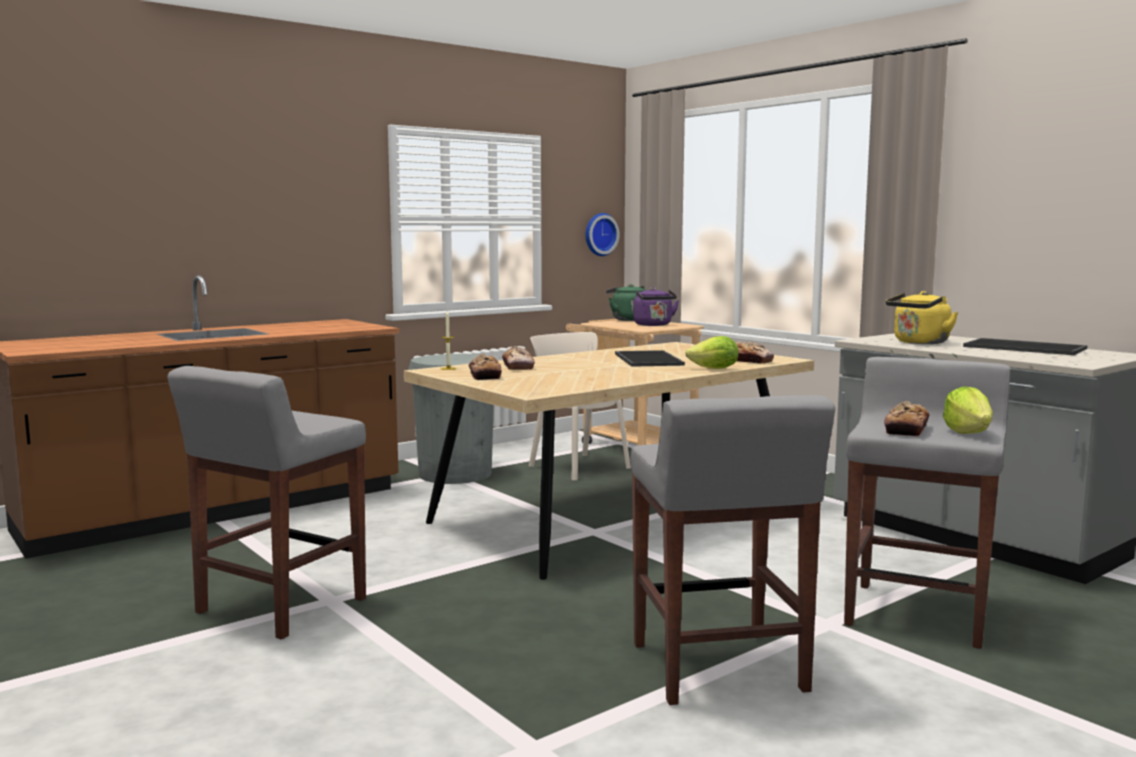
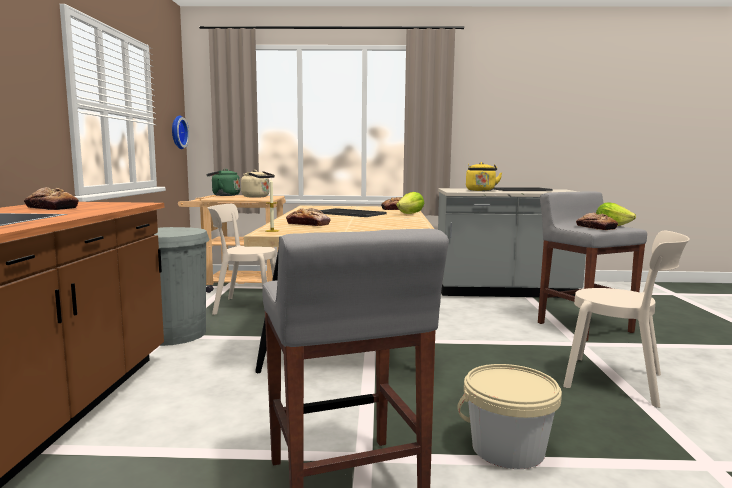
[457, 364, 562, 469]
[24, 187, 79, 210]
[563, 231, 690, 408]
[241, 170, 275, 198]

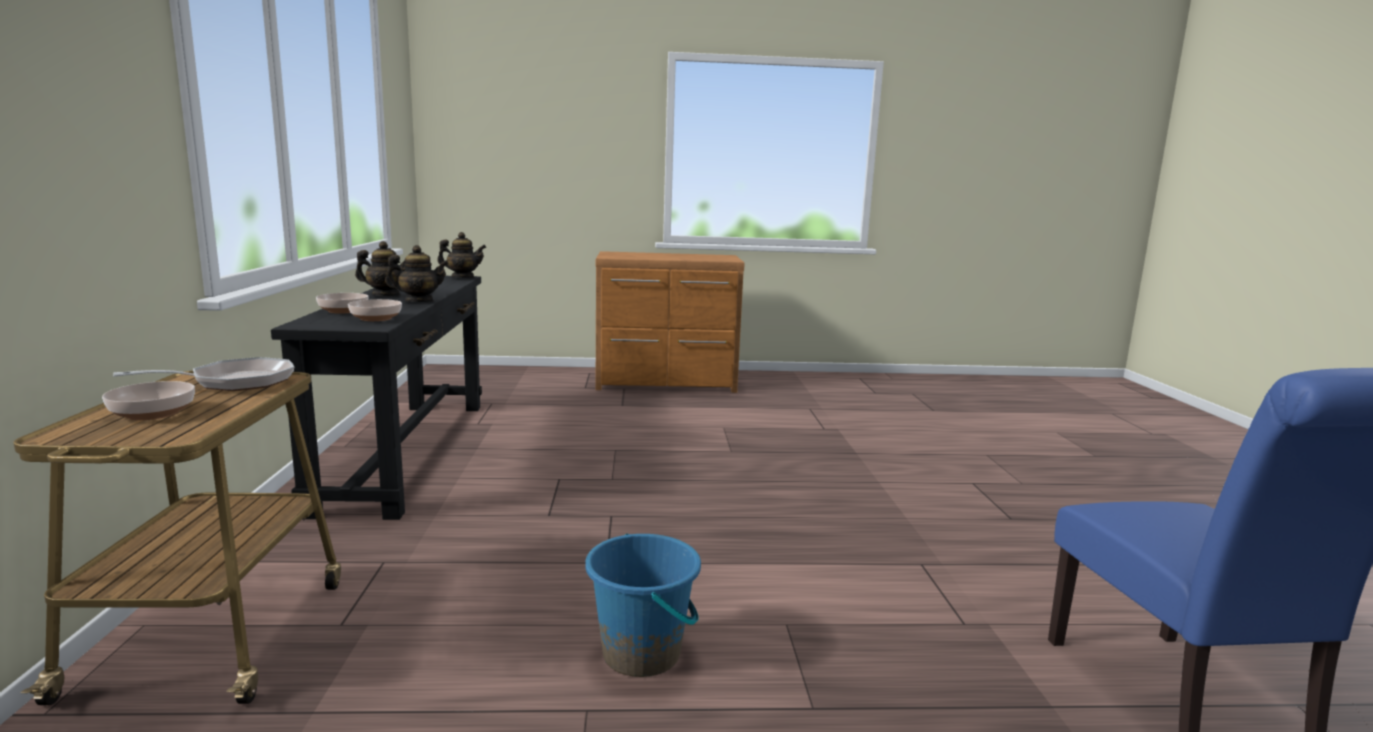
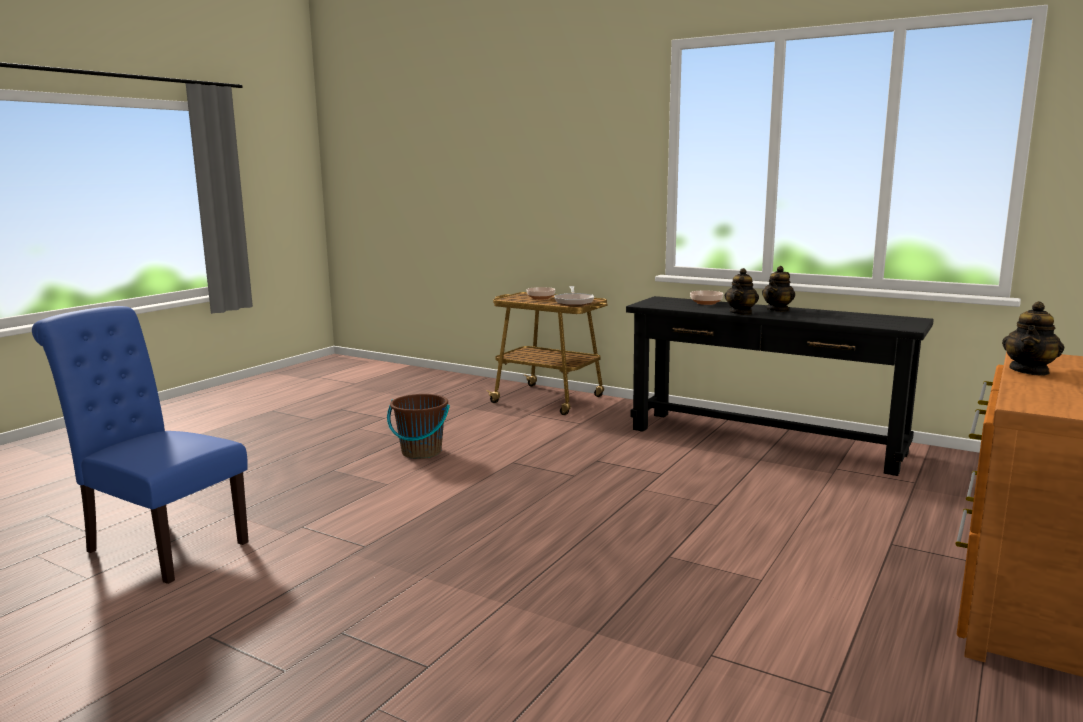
[348, 299, 402, 321] (first image)
[1002, 301, 1065, 376]
[387, 394, 450, 459]

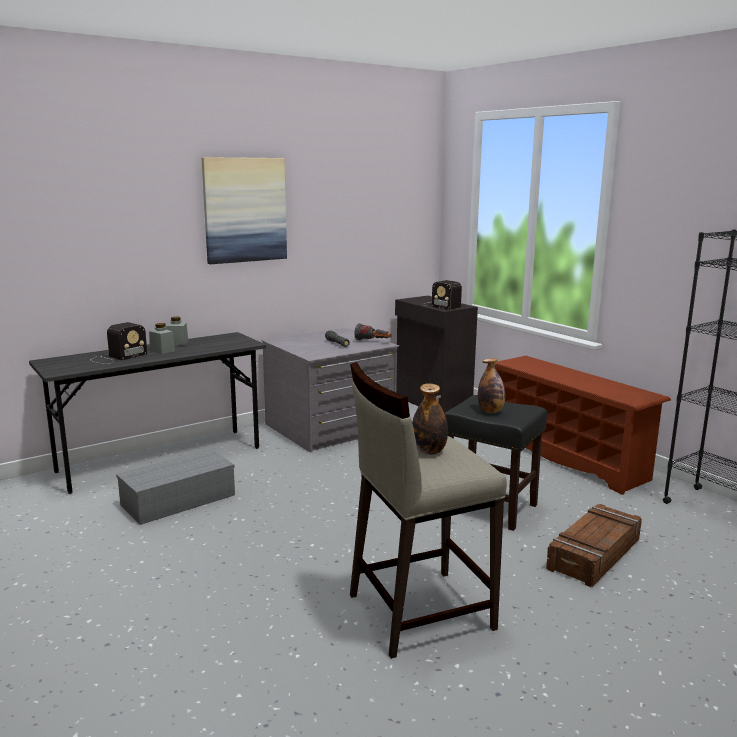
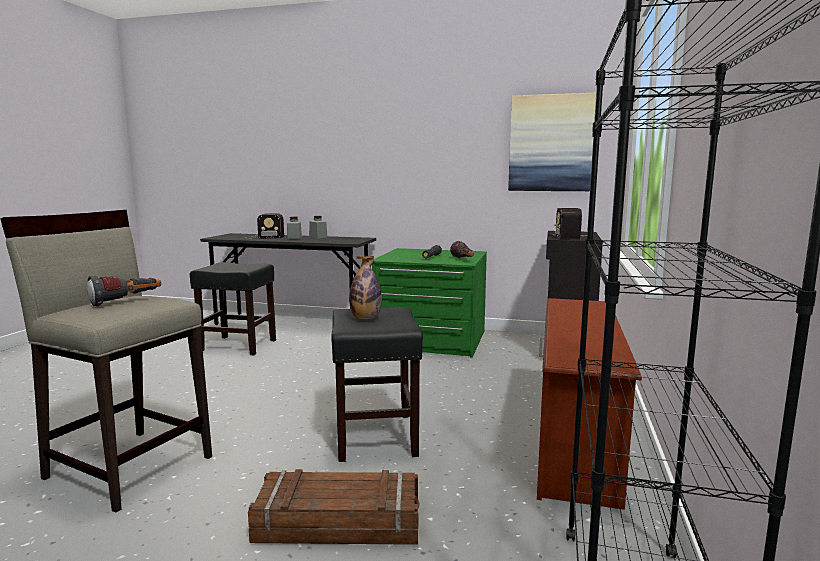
[508, 93, 596, 191]
[190, 262, 276, 355]
[87, 275, 161, 306]
[372, 248, 487, 357]

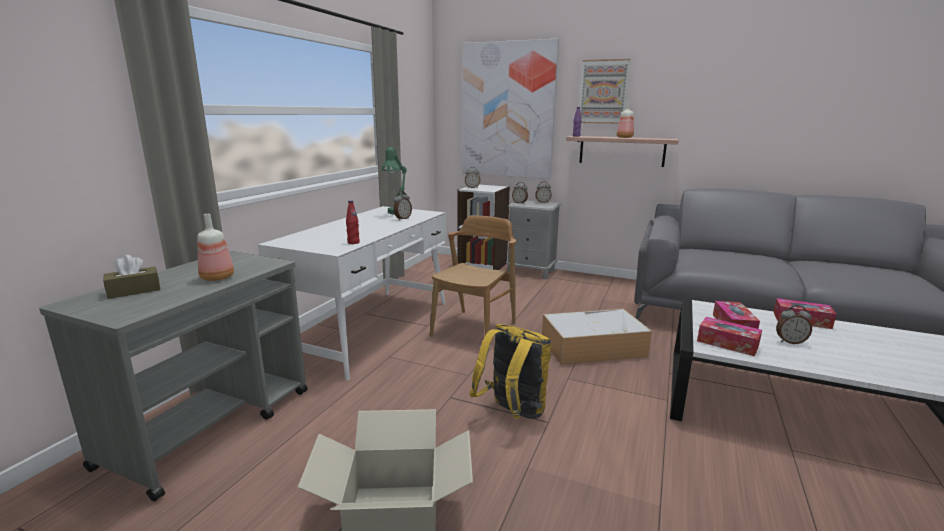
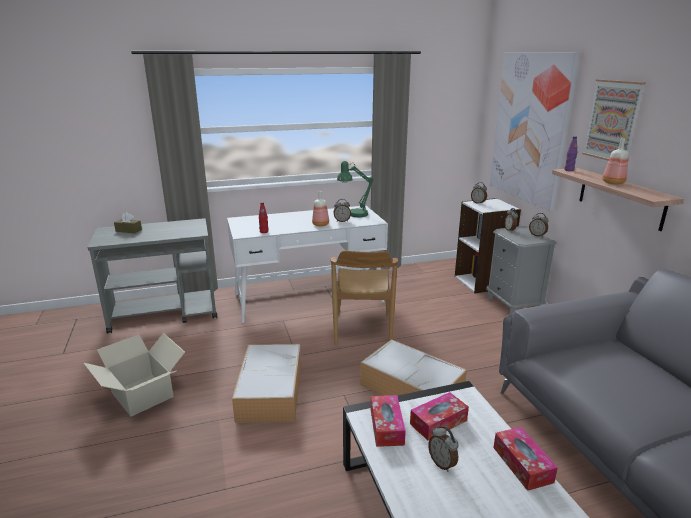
[312, 191, 329, 227]
[232, 344, 301, 423]
[331, 251, 398, 345]

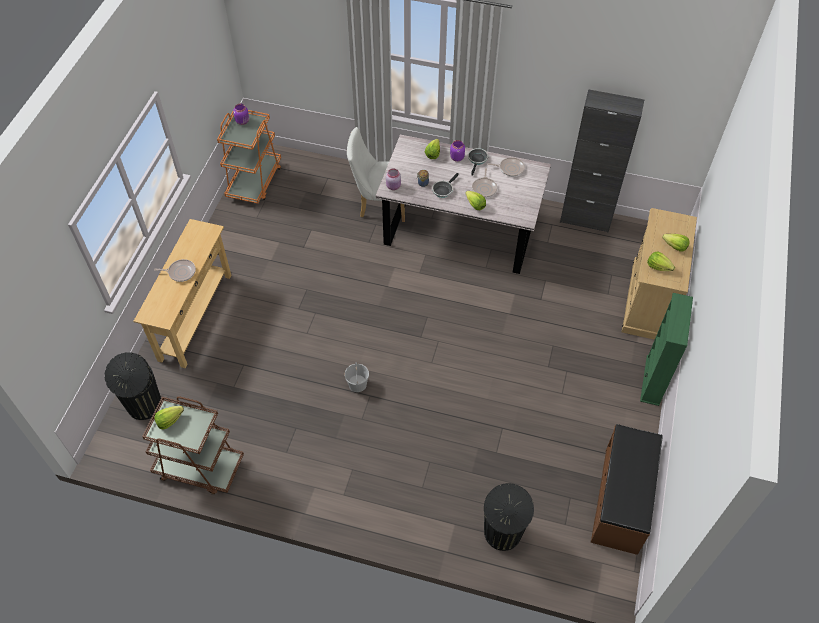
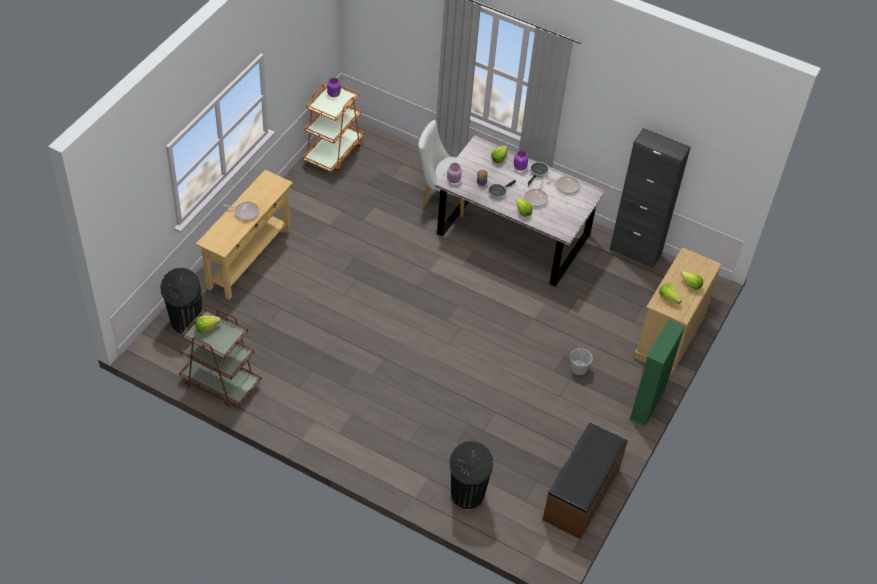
[570, 347, 593, 375]

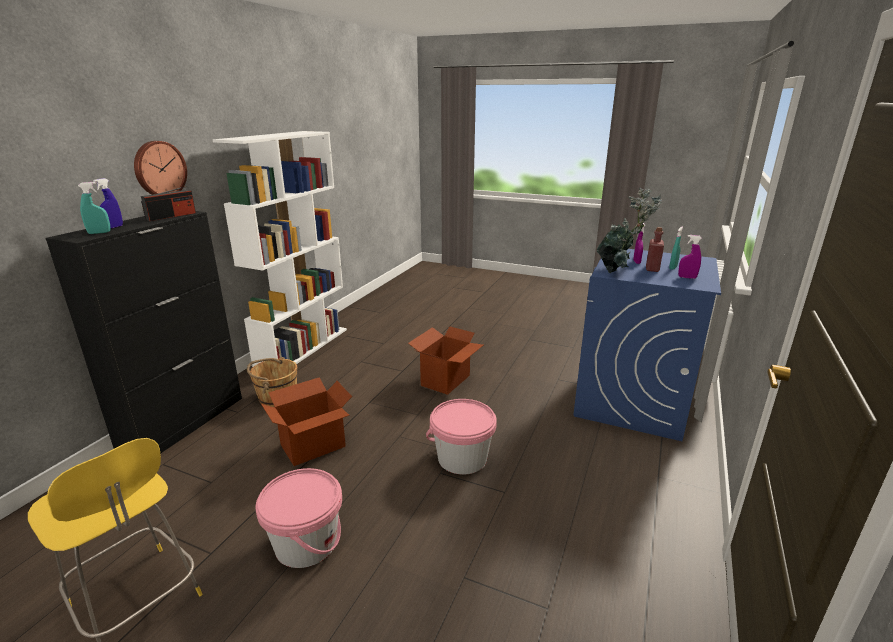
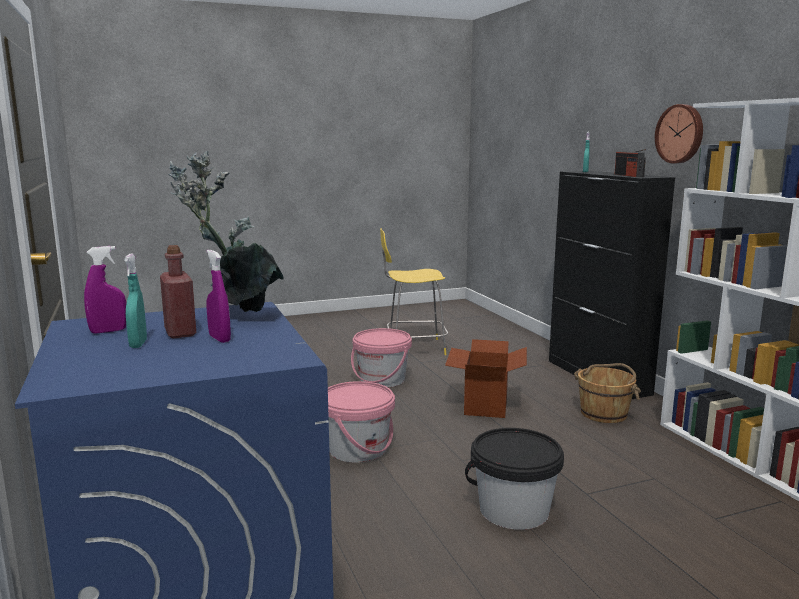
[93, 178, 123, 228] (first image)
[465, 428, 564, 530]

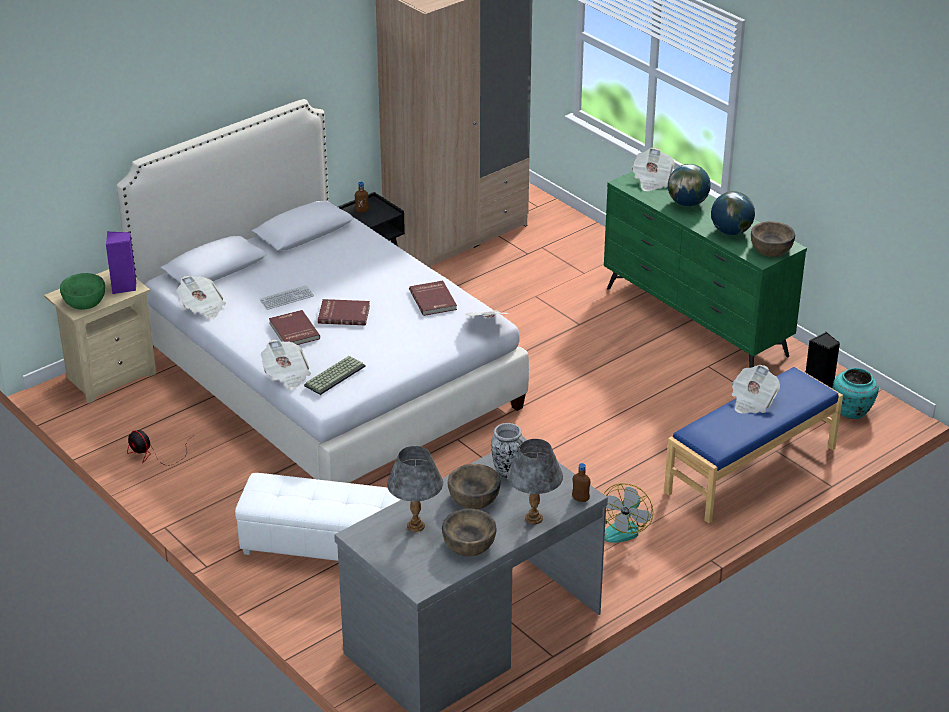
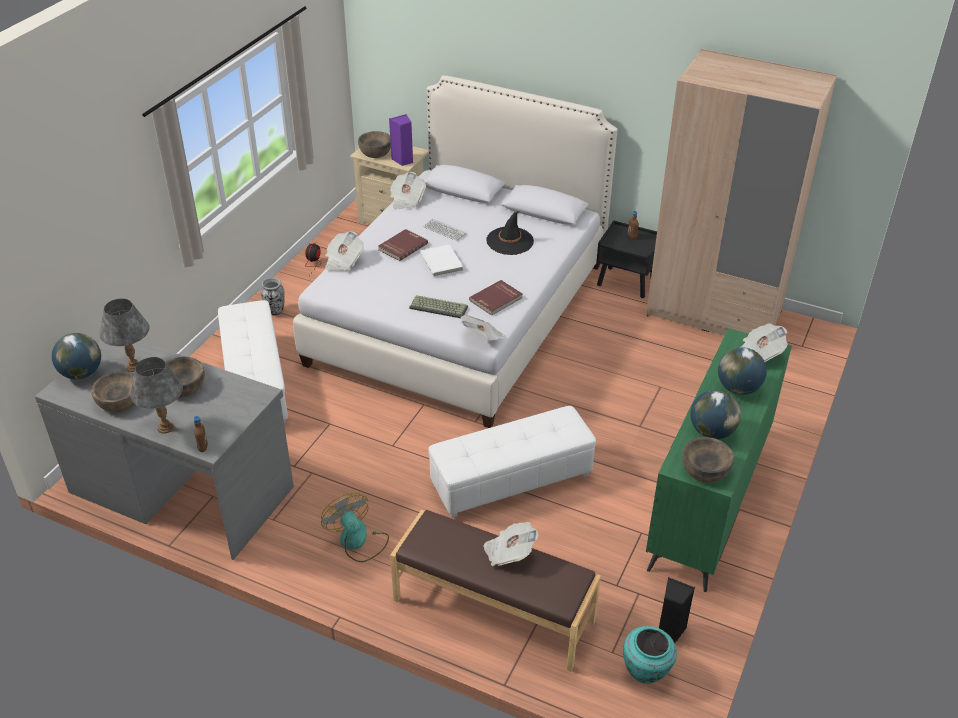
[52, 333, 101, 379]
[428, 406, 596, 518]
[486, 211, 534, 255]
[409, 295, 468, 318]
[261, 278, 285, 316]
[358, 131, 391, 158]
[420, 245, 463, 277]
[390, 510, 601, 672]
[321, 493, 389, 562]

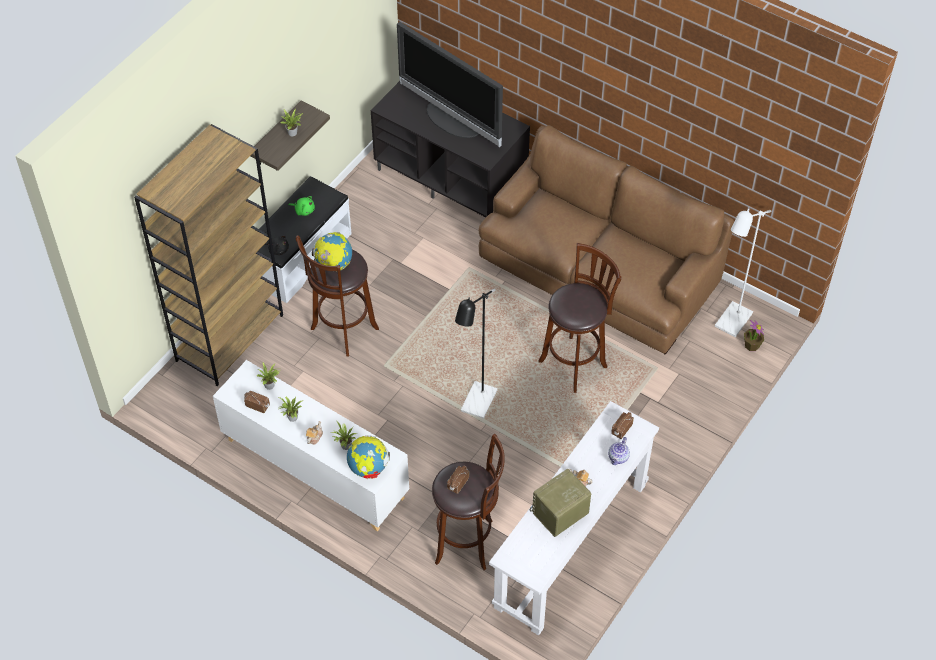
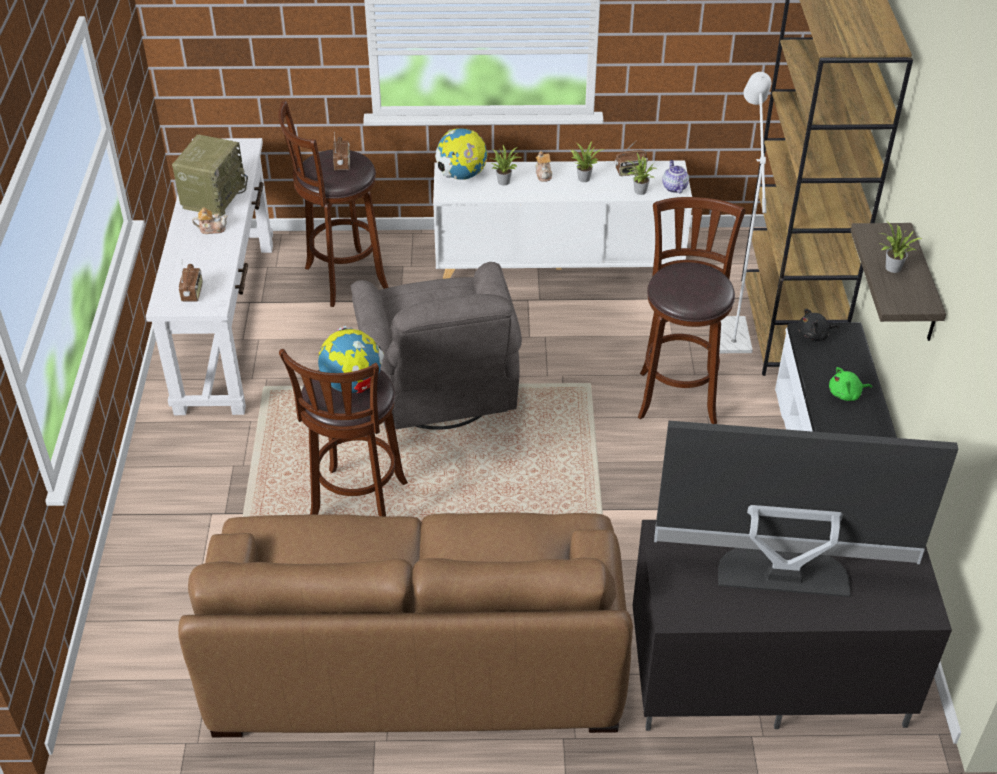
[744, 320, 764, 351] (first image)
[318, 326, 384, 393]
[662, 160, 689, 193]
[719, 72, 771, 353]
[351, 262, 522, 430]

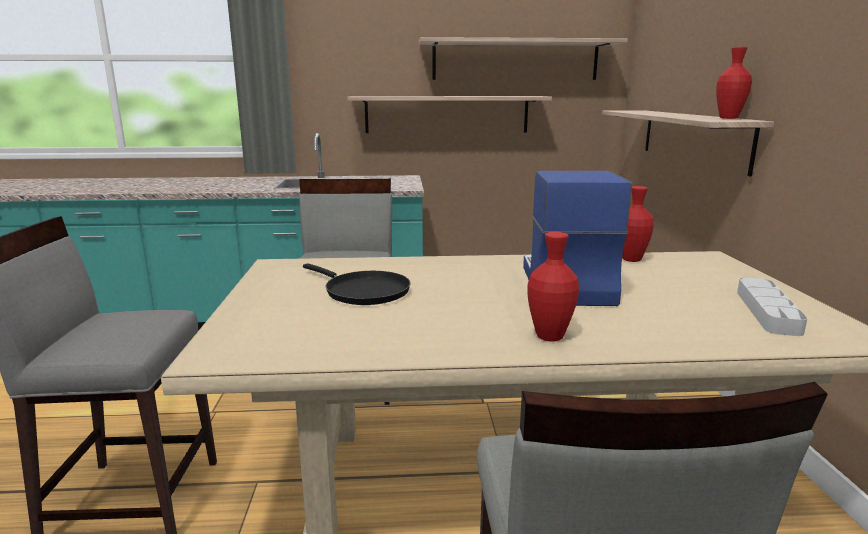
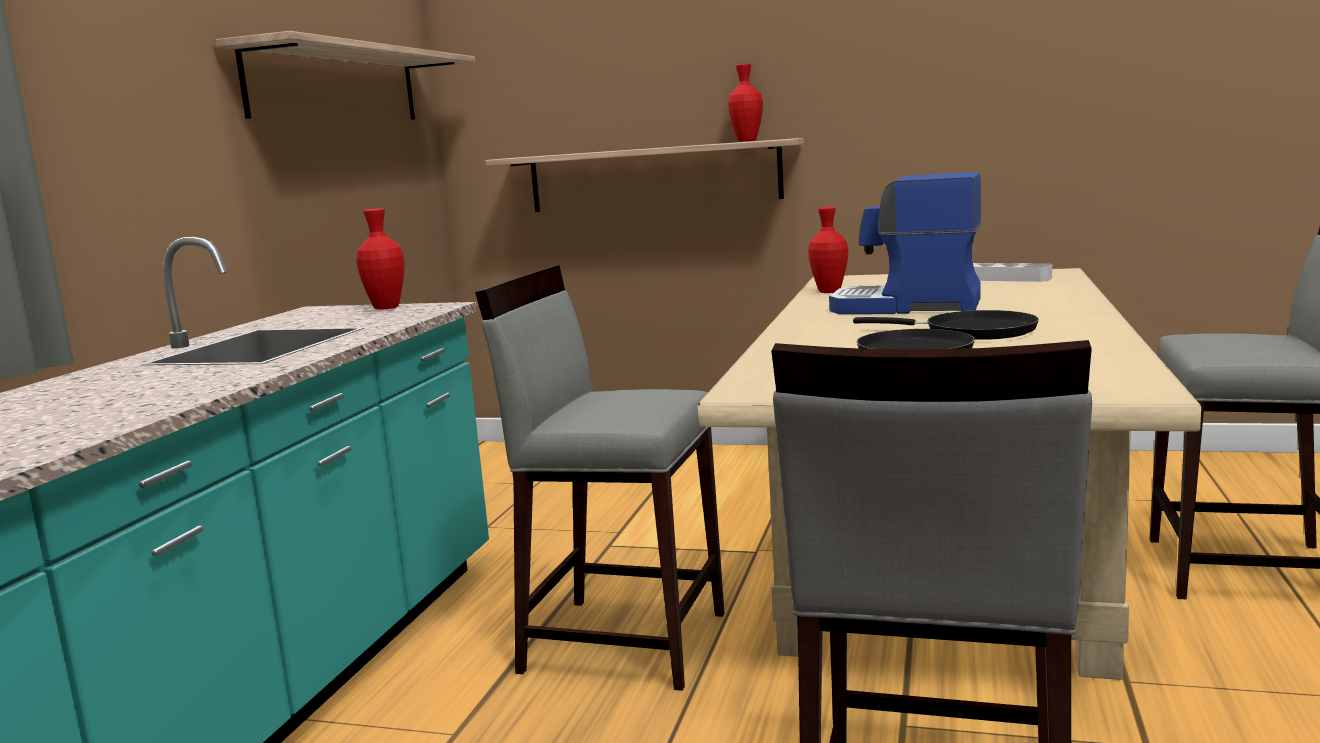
[347, 96, 552, 133] (first image)
[853, 310, 1039, 340]
[356, 208, 405, 310]

